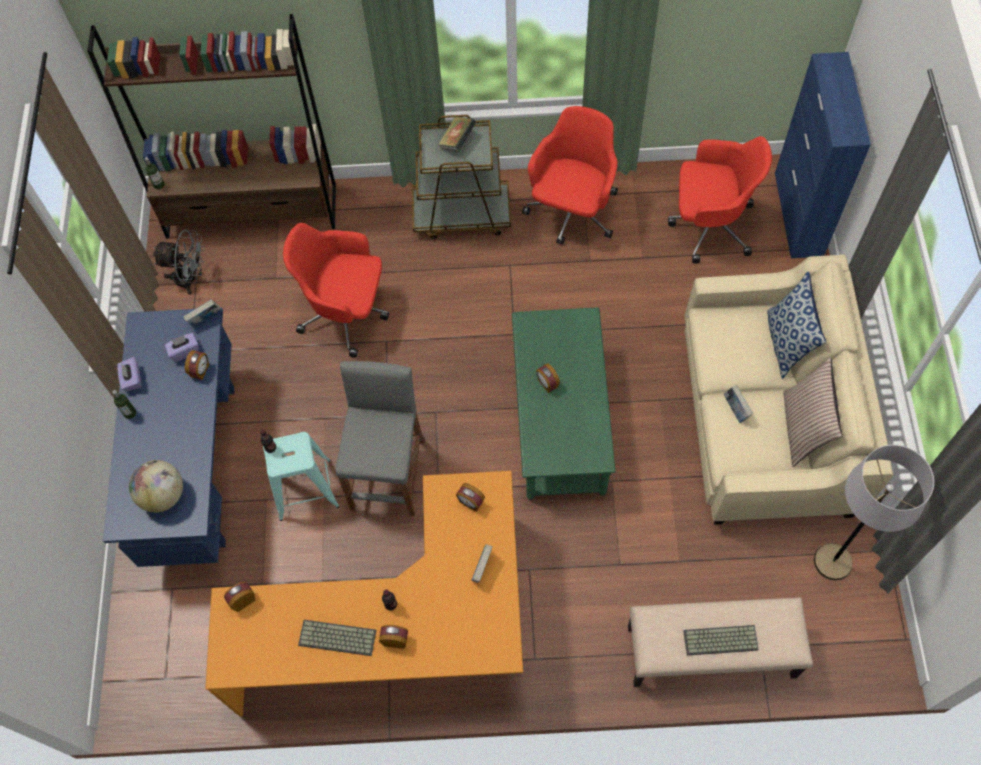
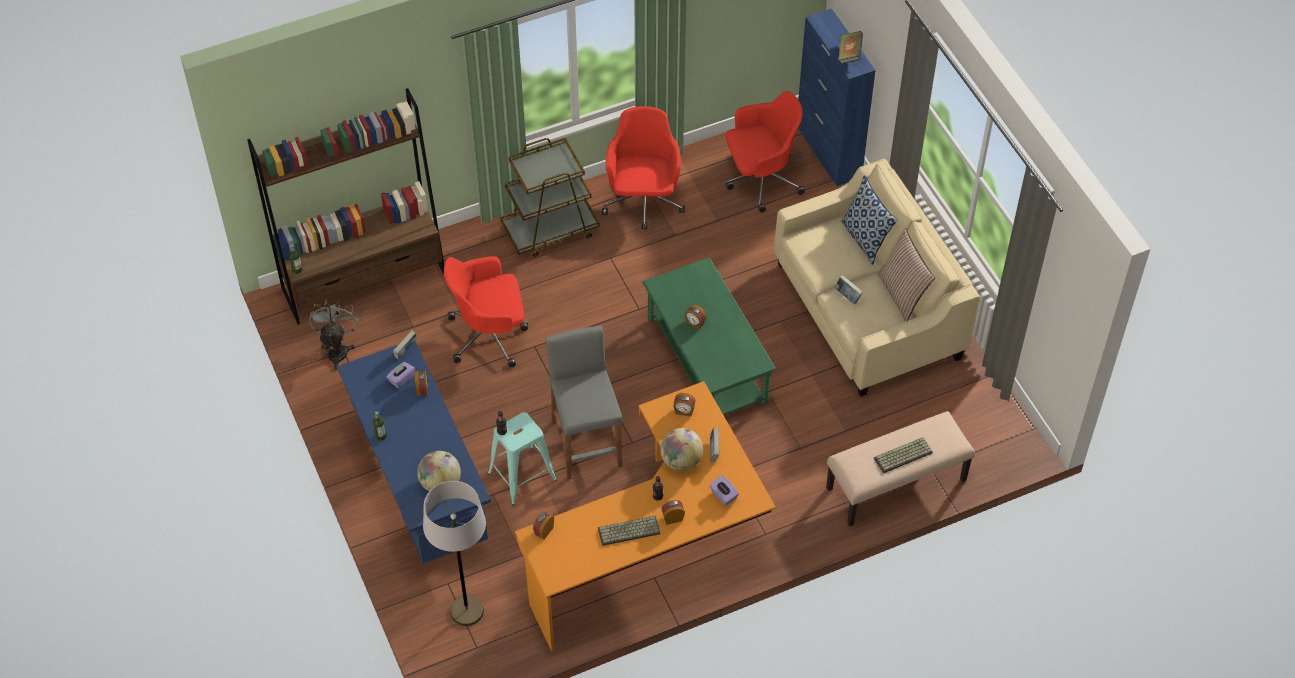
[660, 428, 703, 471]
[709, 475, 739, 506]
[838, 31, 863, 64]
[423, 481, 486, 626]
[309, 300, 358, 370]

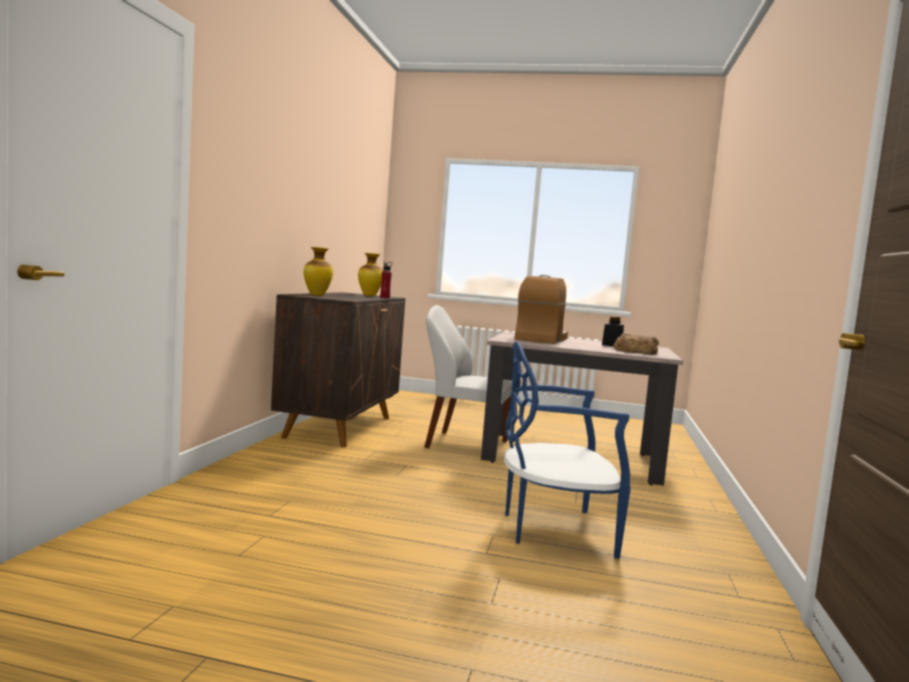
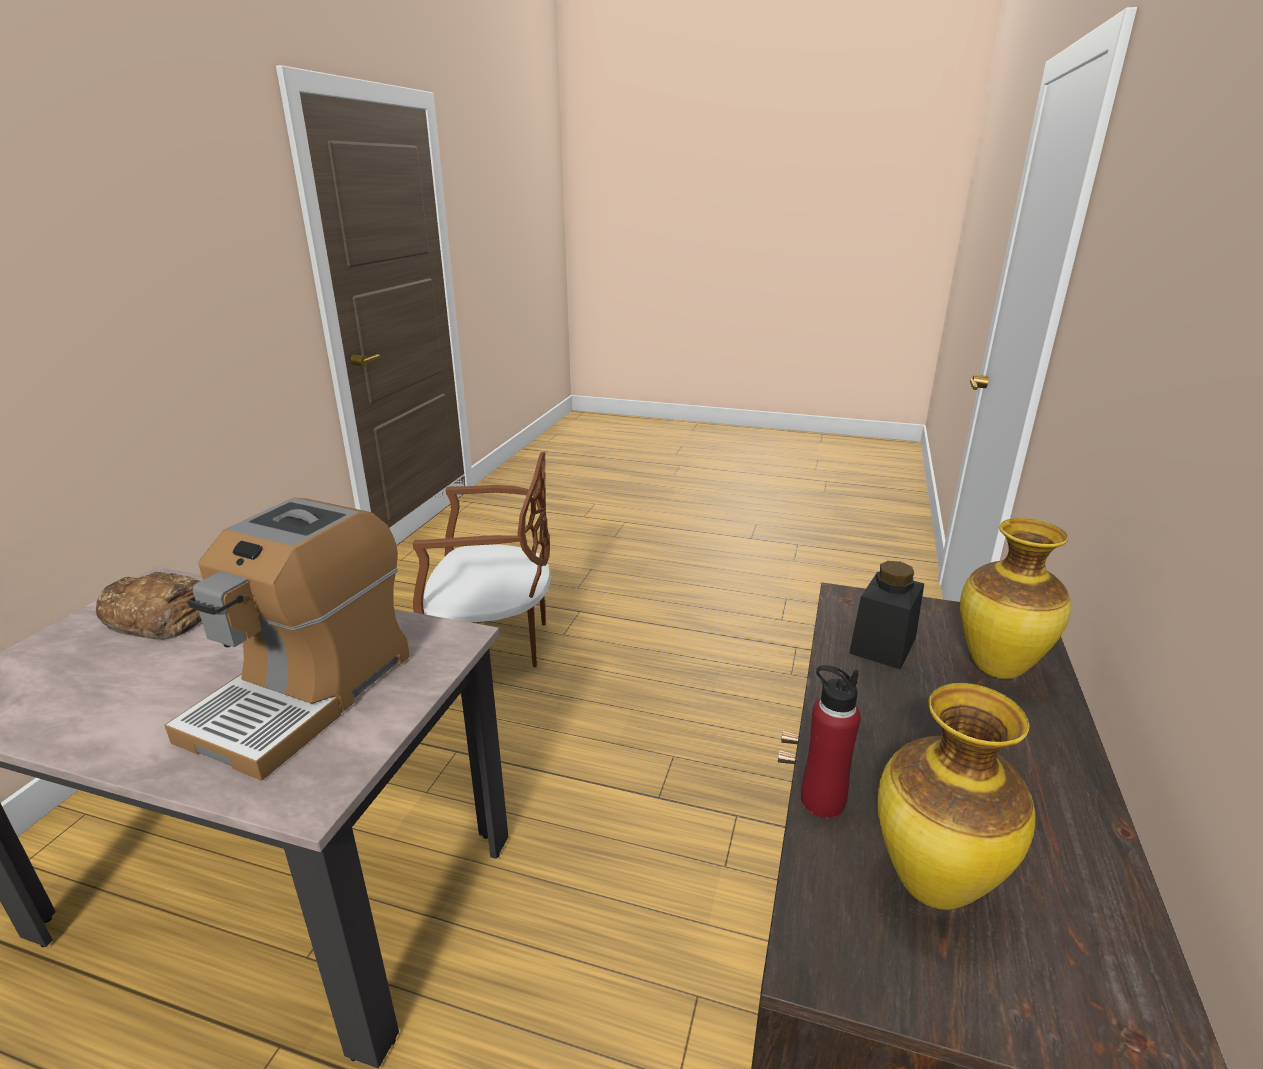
[424, 305, 512, 453] (first image)
[849, 561, 924, 670]
[413, 452, 551, 667]

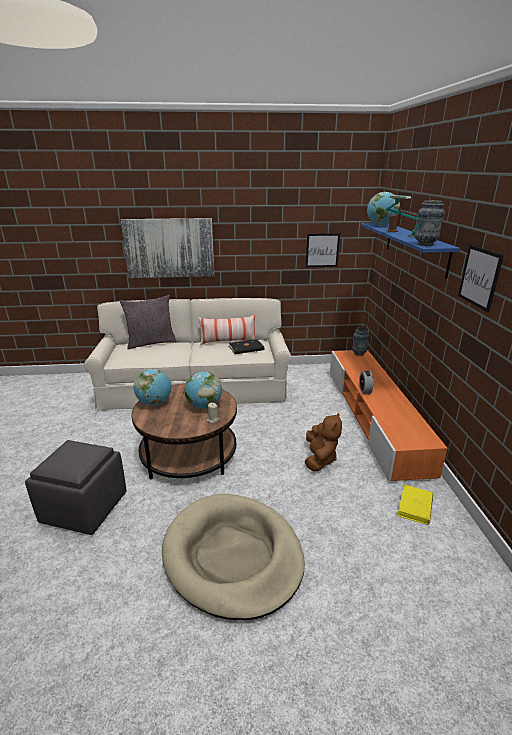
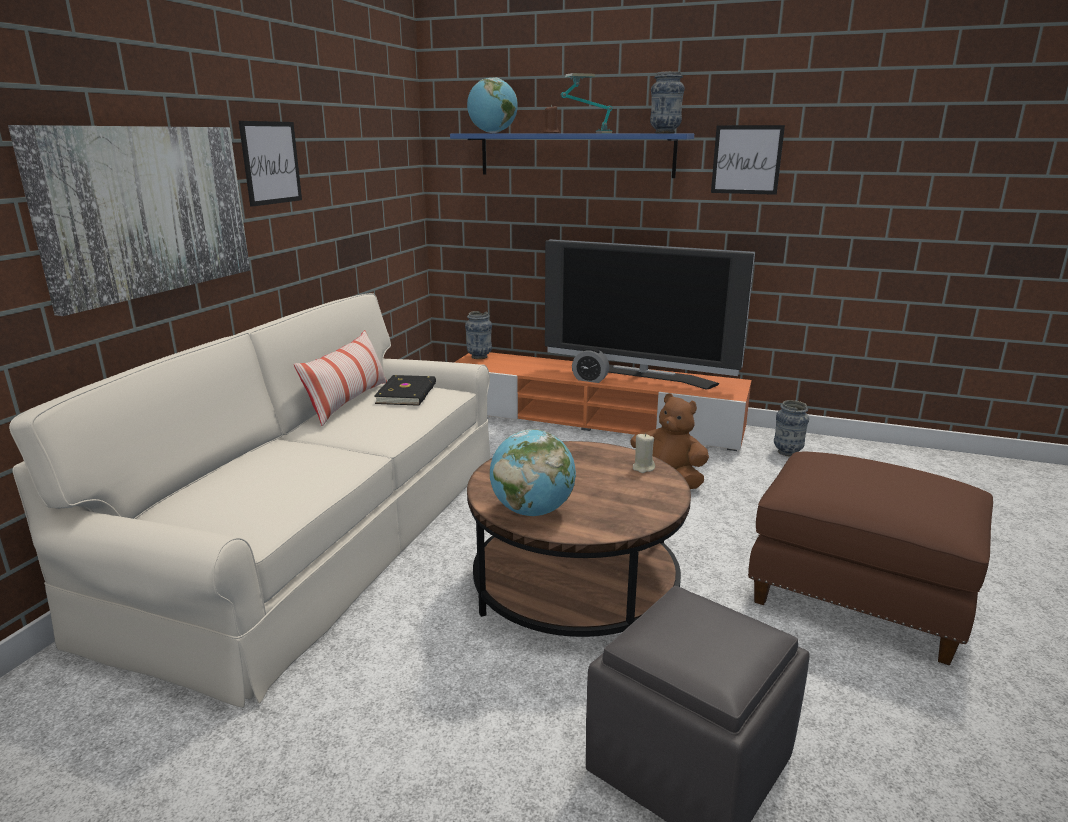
[120, 295, 177, 350] (first image)
[185, 371, 222, 409] (first image)
[545, 239, 755, 389]
[239, 121, 302, 207]
[748, 452, 993, 665]
[774, 400, 809, 456]

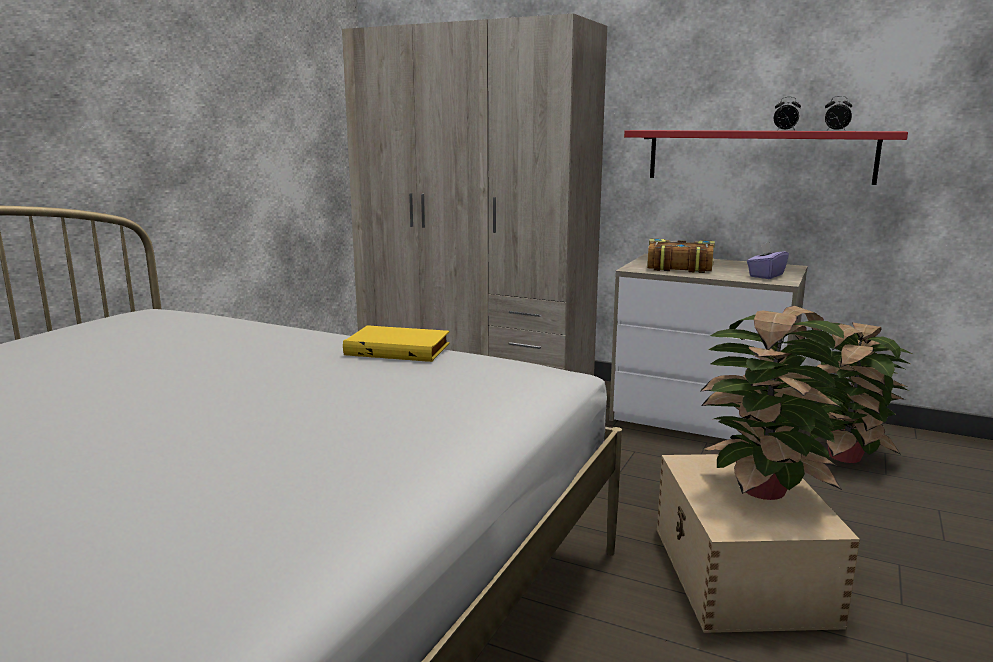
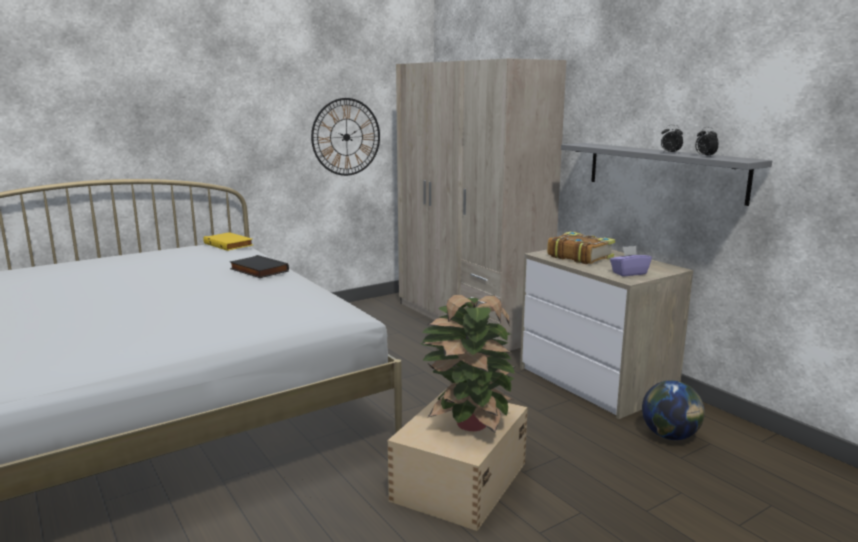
[230, 255, 289, 278]
[311, 98, 380, 176]
[203, 232, 253, 251]
[642, 380, 705, 440]
[561, 143, 772, 206]

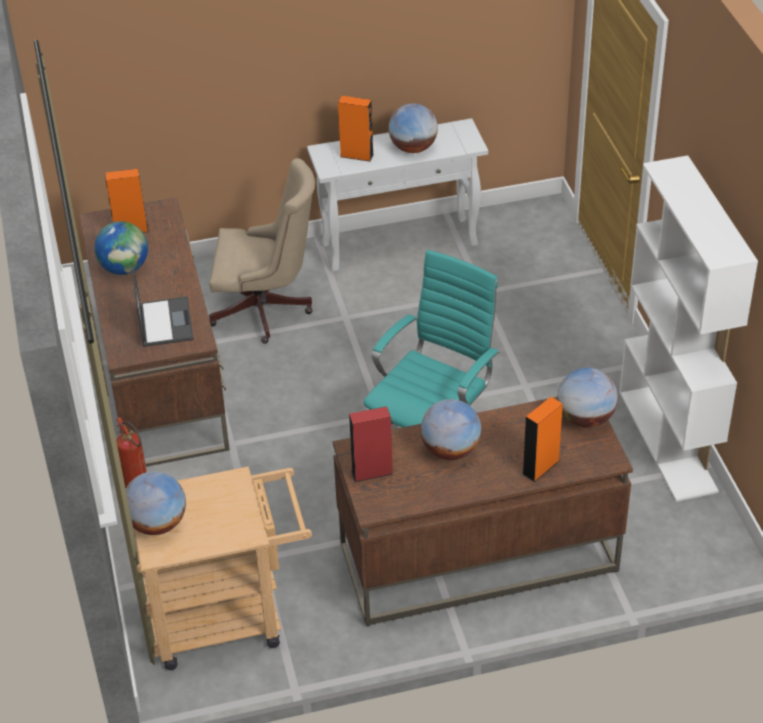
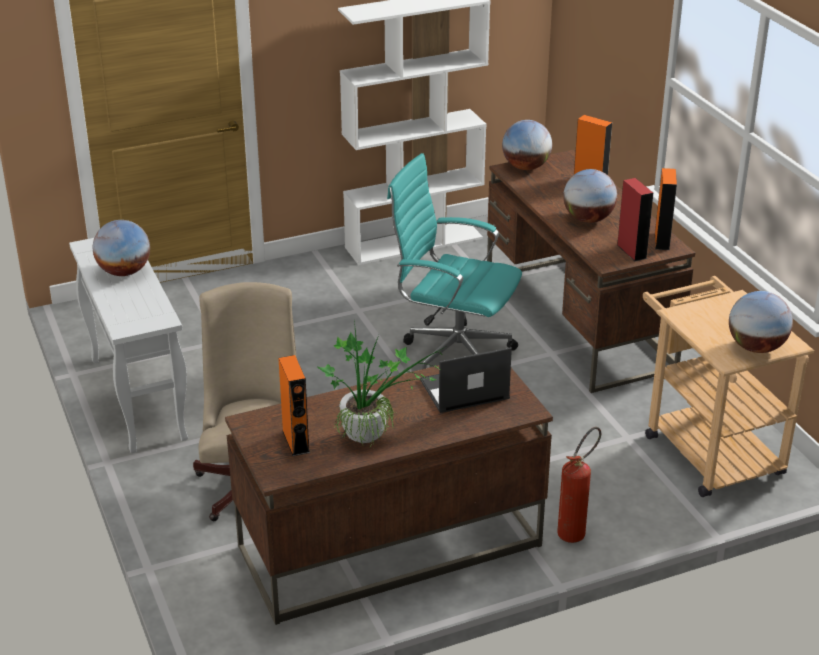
[655, 168, 677, 250]
[316, 320, 445, 447]

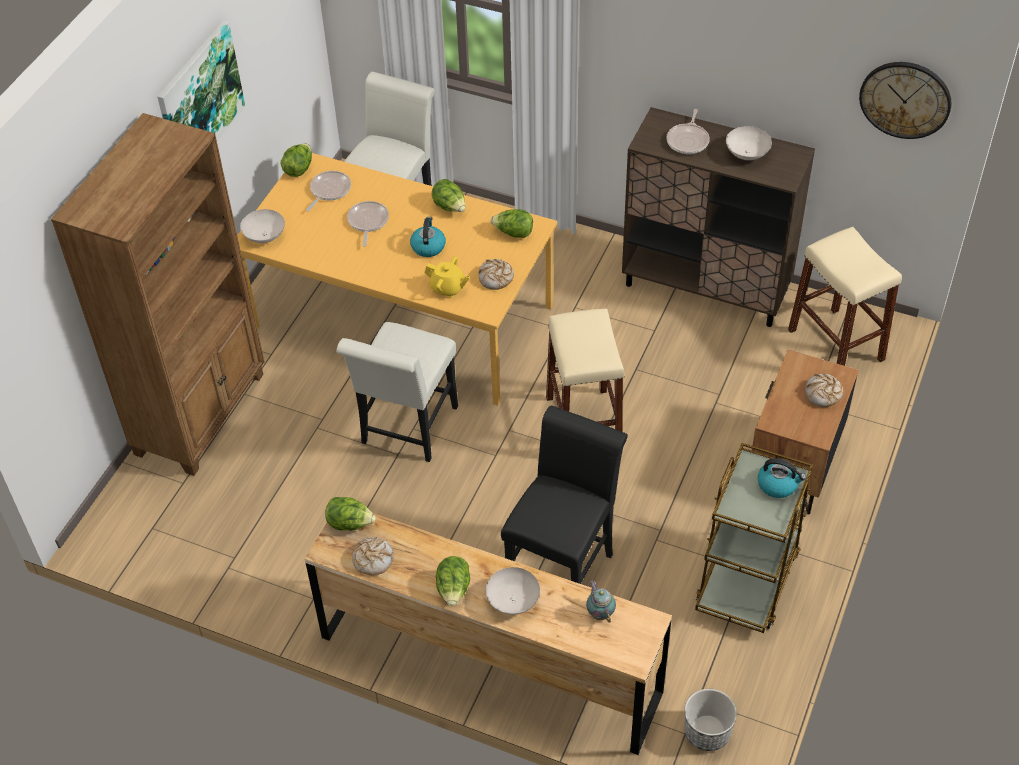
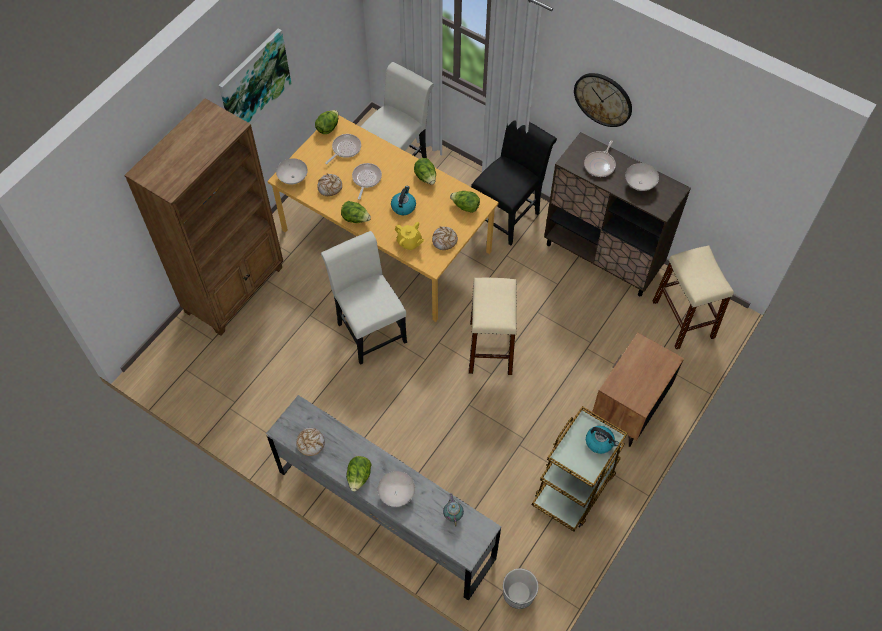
[341, 201, 371, 223]
[471, 120, 557, 245]
[317, 173, 342, 196]
[574, 73, 632, 127]
[266, 395, 501, 601]
[321, 231, 407, 365]

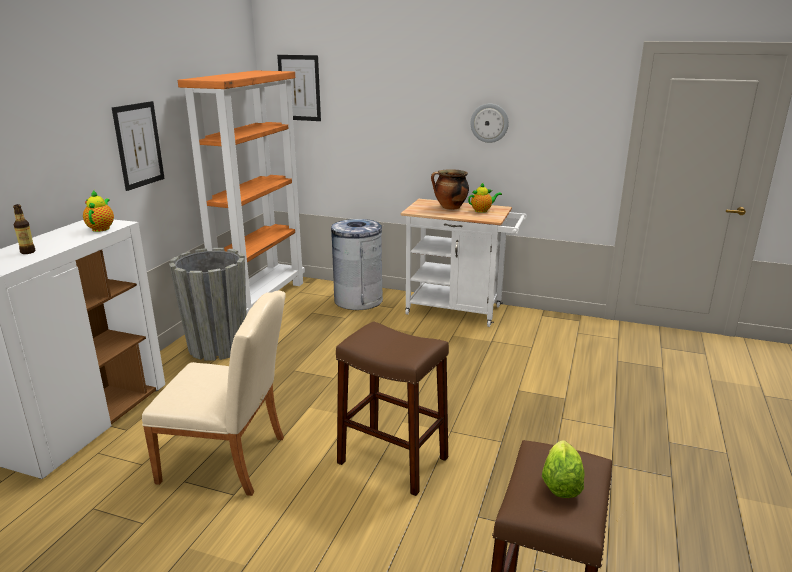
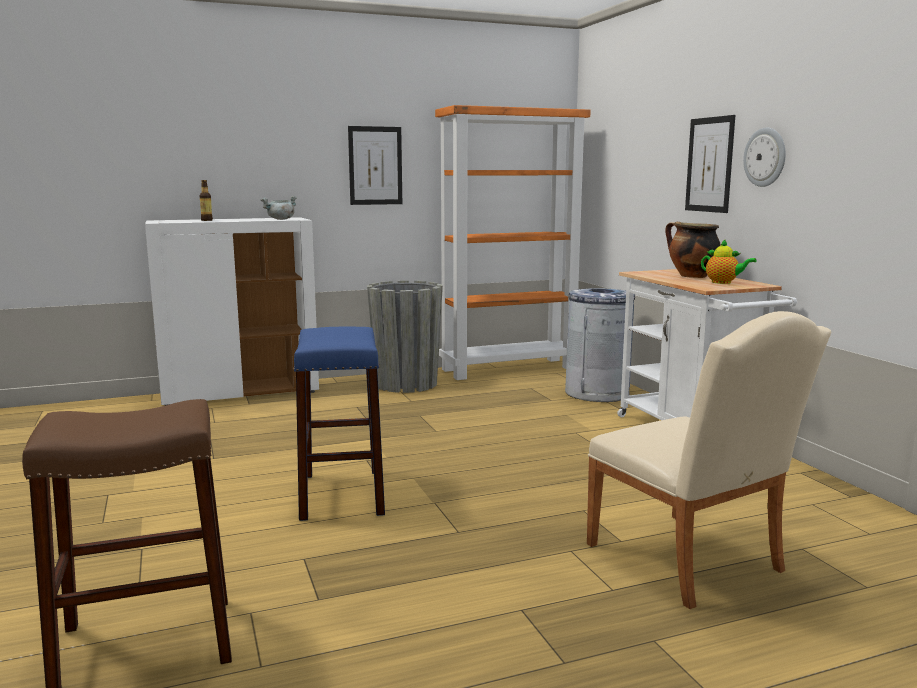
[542, 440, 584, 498] (first image)
[587, 311, 832, 609]
[685, 115, 735, 213]
[261, 196, 297, 220]
[293, 326, 385, 521]

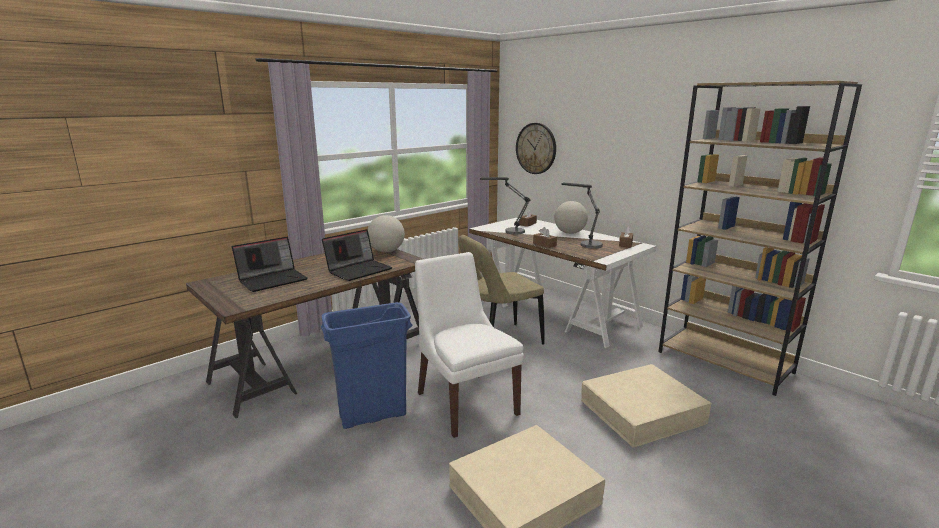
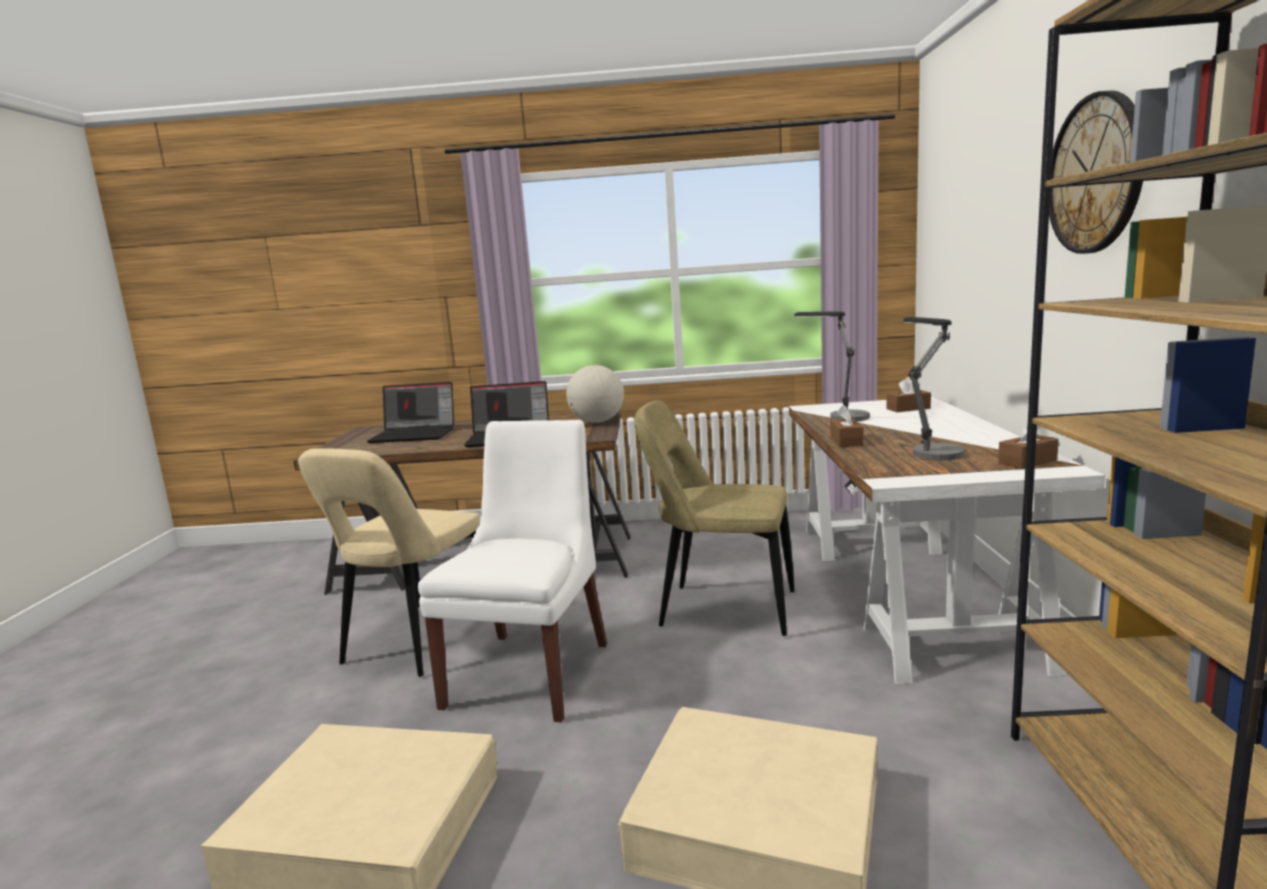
[554, 201, 588, 234] (first image)
[1049, 90, 1143, 254]
[298, 448, 481, 677]

